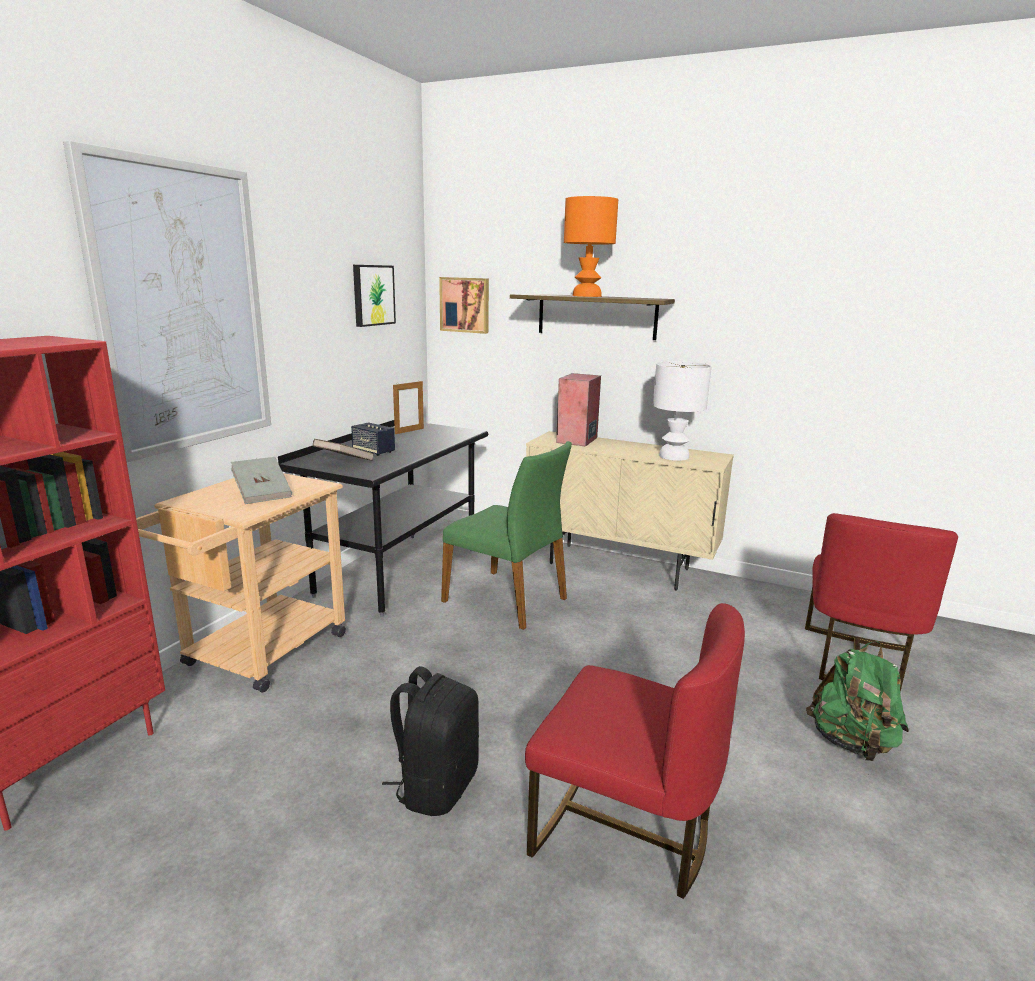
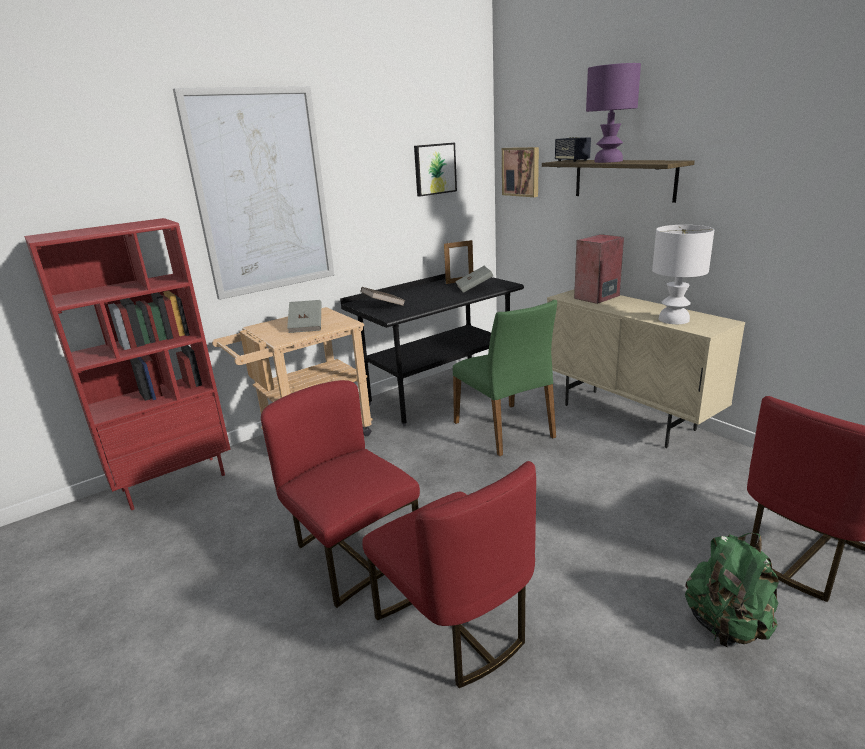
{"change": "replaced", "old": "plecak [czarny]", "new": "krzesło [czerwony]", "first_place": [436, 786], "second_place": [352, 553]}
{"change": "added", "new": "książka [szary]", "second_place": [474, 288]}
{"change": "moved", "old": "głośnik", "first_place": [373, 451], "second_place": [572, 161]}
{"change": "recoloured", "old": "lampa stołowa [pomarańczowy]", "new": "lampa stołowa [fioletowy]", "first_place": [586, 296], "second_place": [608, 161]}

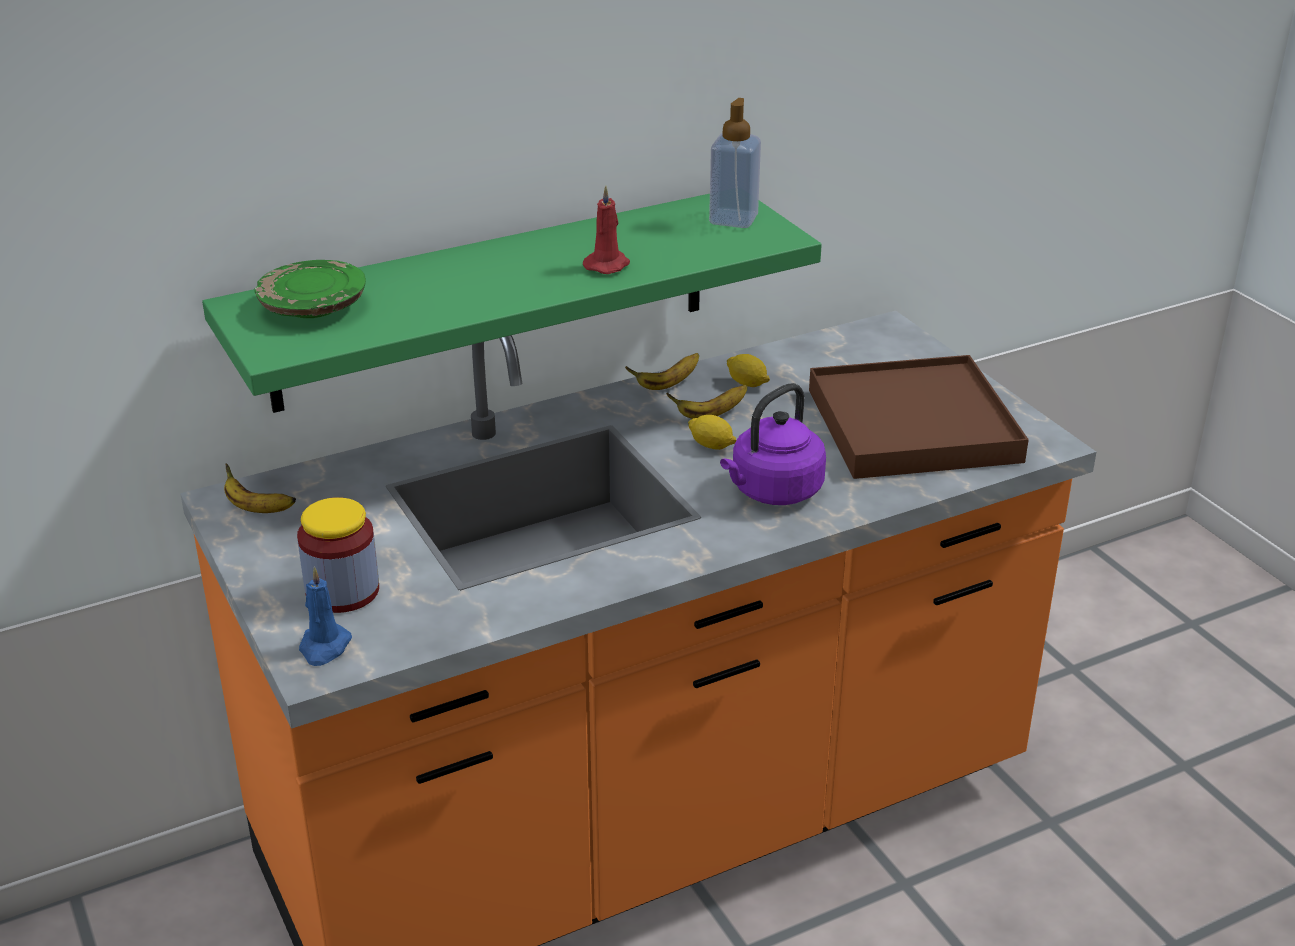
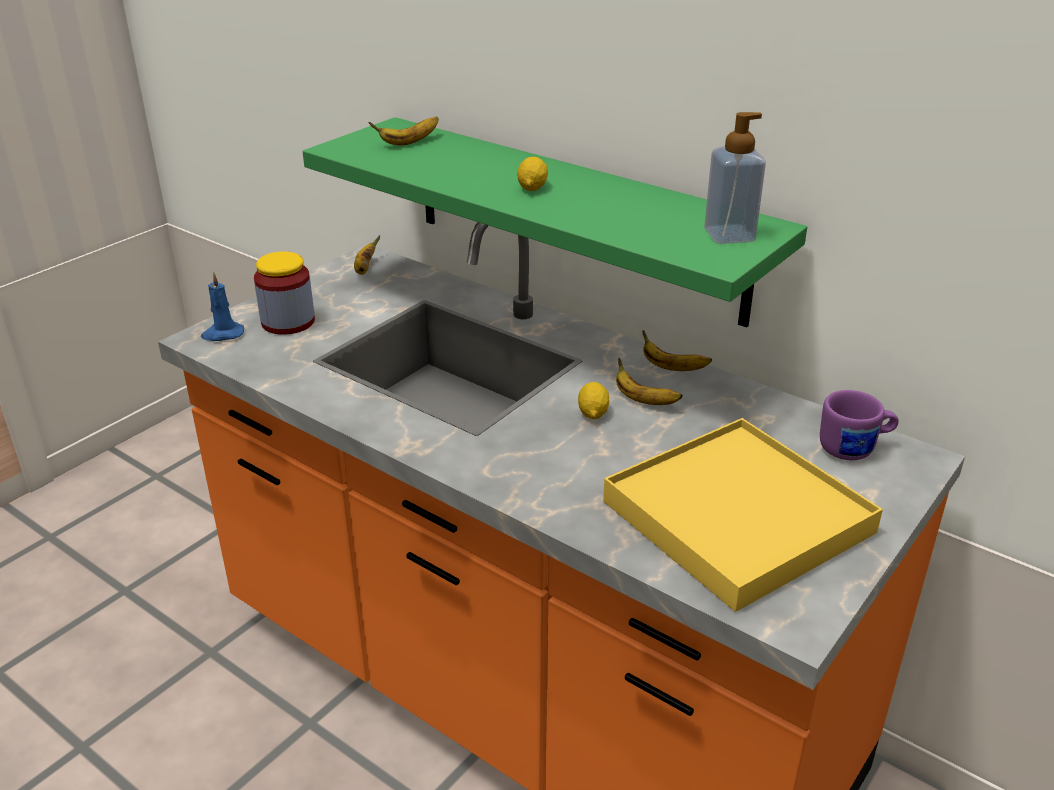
{"change": "replaced", "old": "talerz [zielony]", "new": "banan", "first_place": [313, 307], "second_place": [409, 142]}
{"change": "moved", "old": "cytryna", "first_place": [747, 383], "second_place": [532, 187]}
{"change": "recoloured", "old": "taca [brązowy]", "new": "taca [żółty]", "first_place": [912, 426], "second_place": [736, 517]}
{"change": "added", "new": "kubek [fioletowy]", "second_place": [855, 449]}
{"change": "removed", "old": "świeca [czerwony]", "first_place": [608, 265]}
{"change": "removed", "old": "czajnik [fioletowy]", "first_place": [773, 492]}

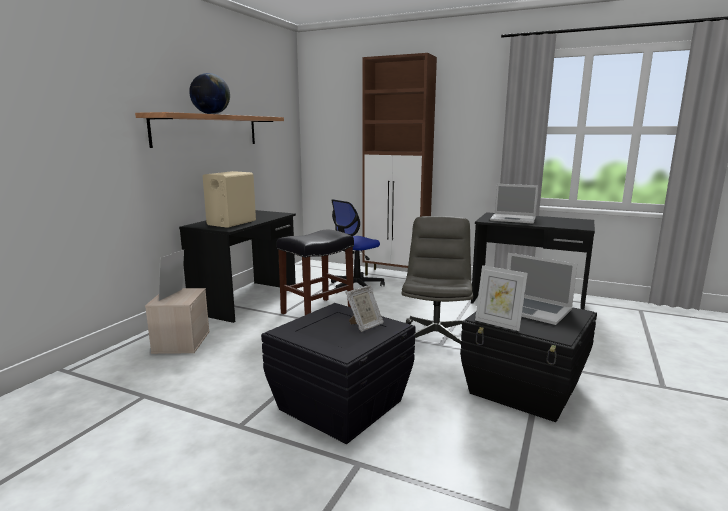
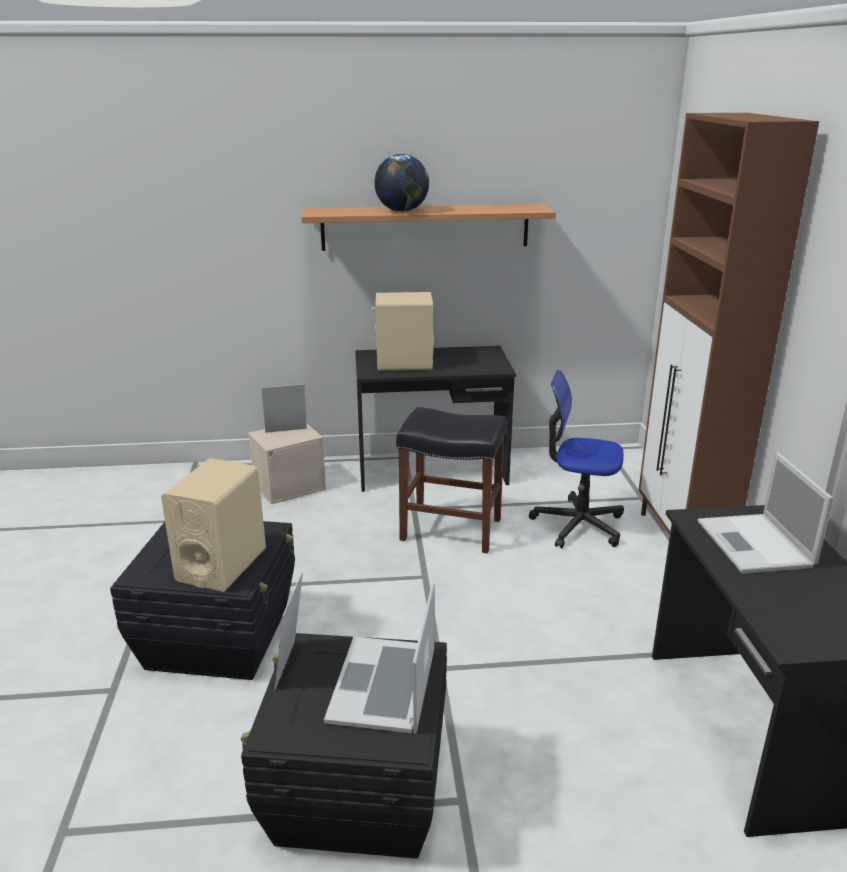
{"change": "replaced", "old": "ramka na zdjęcie", "new": "głośnik [beżowy]", "first_place": [364, 325], "second_place": [222, 564]}
{"change": "removed", "old": "krzesło biurowe [szary]", "first_place": [435, 337]}

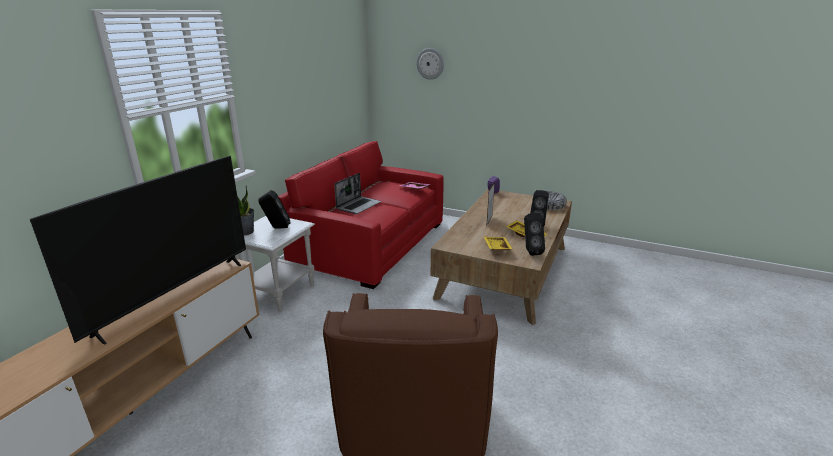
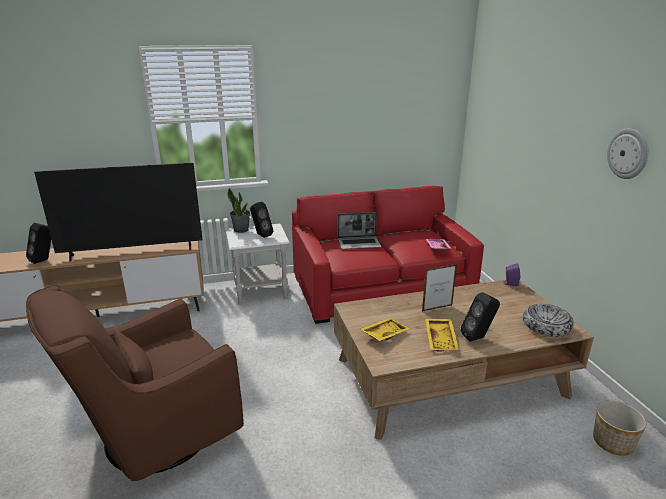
{"change": "moved", "old": "głośnik [czarny]", "first_place": [530, 251], "second_place": [44, 260]}
{"change": "added", "new": "donica", "second_place": [612, 442]}
{"change": "moved", "old": "zegar ścienny", "first_place": [430, 63], "second_place": [628, 153]}

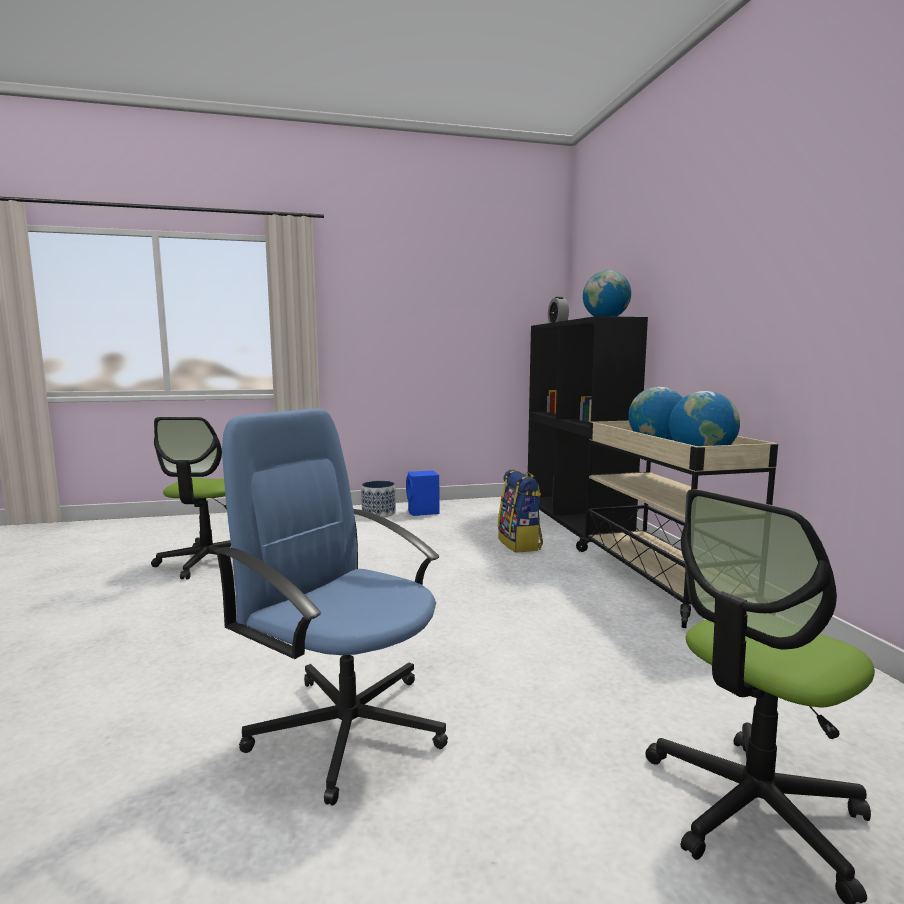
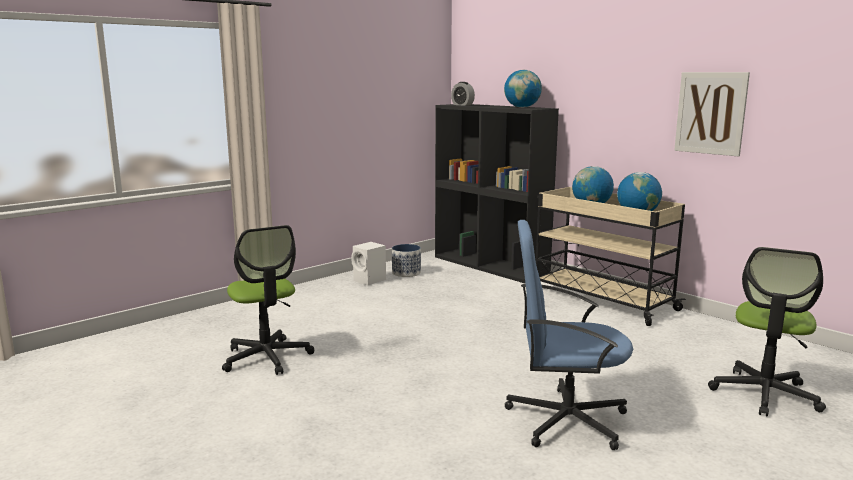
{"change": "recoloured", "old": "głośnik [niebieski]", "new": "głośnik [biały]", "first_place": [423, 512], "second_place": [370, 280]}
{"change": "moved", "old": "donica", "first_place": [378, 513], "second_place": [406, 273]}
{"change": "added", "new": "obraz", "second_place": [710, 113]}
{"change": "removed", "old": "plecak", "first_place": [520, 544]}

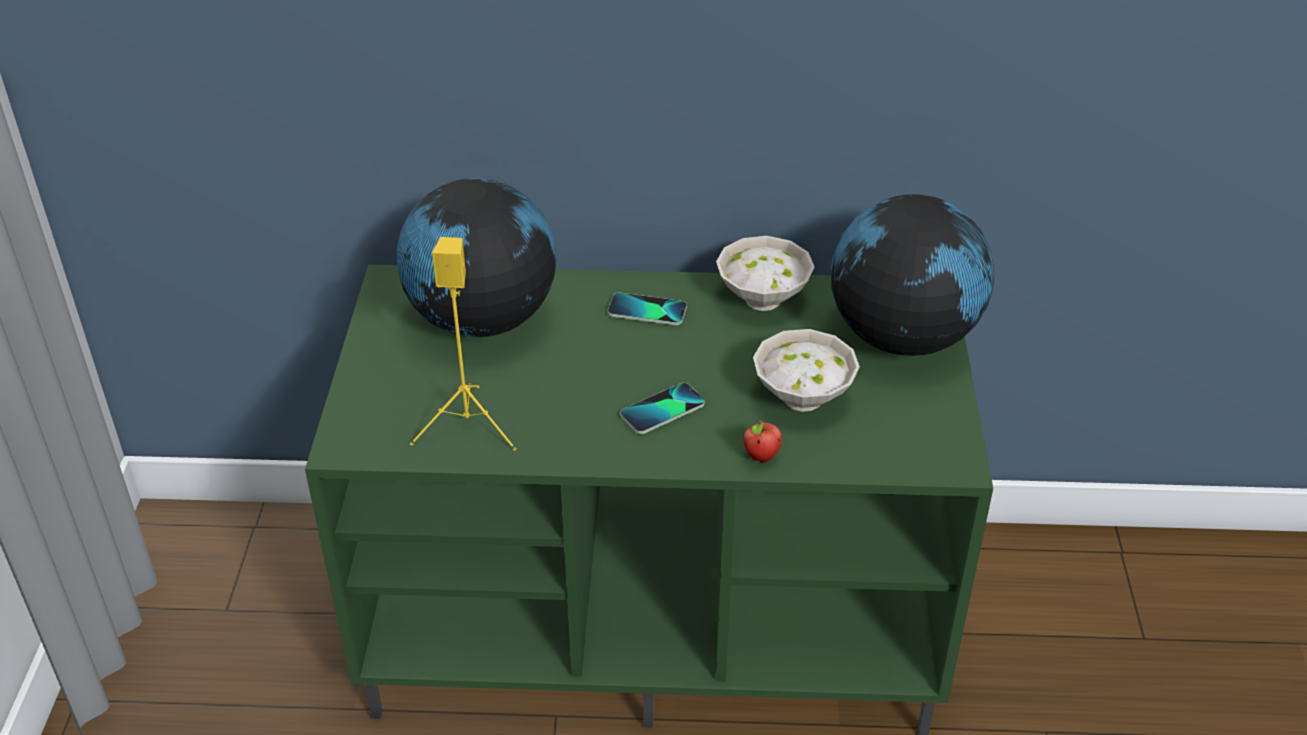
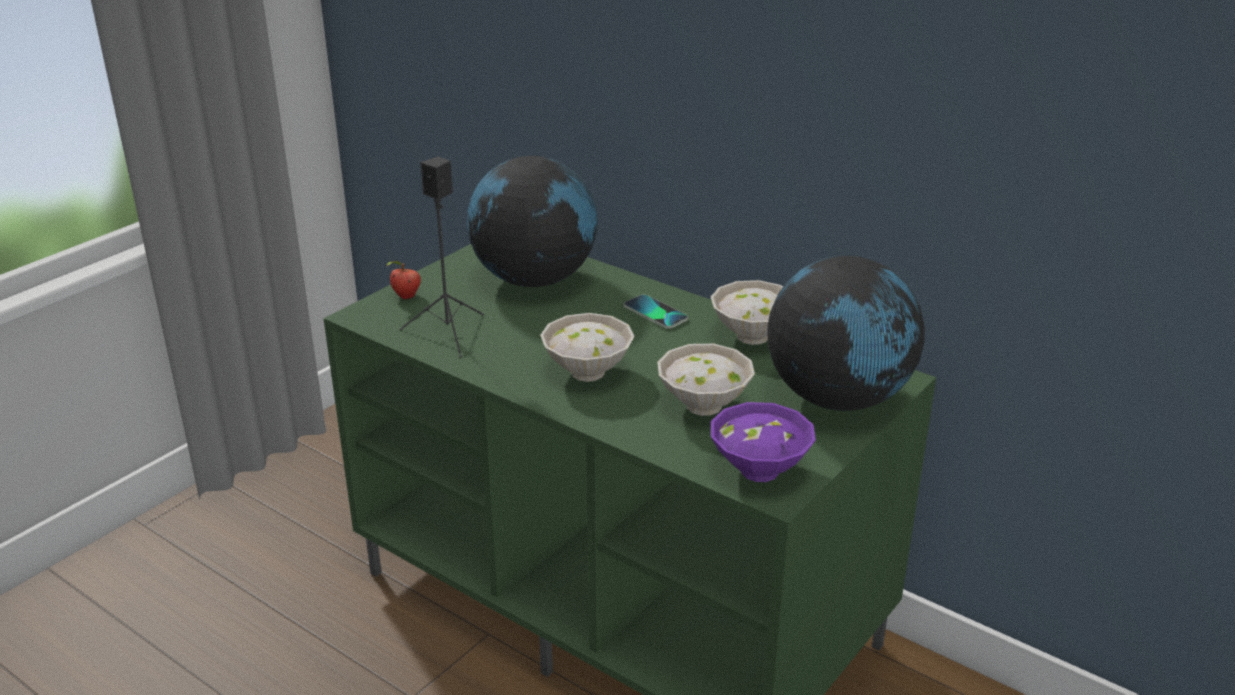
{"change": "moved", "old": "jabłko", "first_place": [761, 458], "second_place": [405, 297]}
{"change": "recoloured", "old": "głośnik [żółty]", "new": "głośnik [czarny]", "first_place": [469, 426], "second_place": [449, 333]}
{"change": "replaced", "old": "telefon", "new": "miska [biały]", "first_place": [662, 410], "second_place": [589, 373]}
{"change": "added", "new": "miska [fioletowy]", "second_place": [762, 471]}

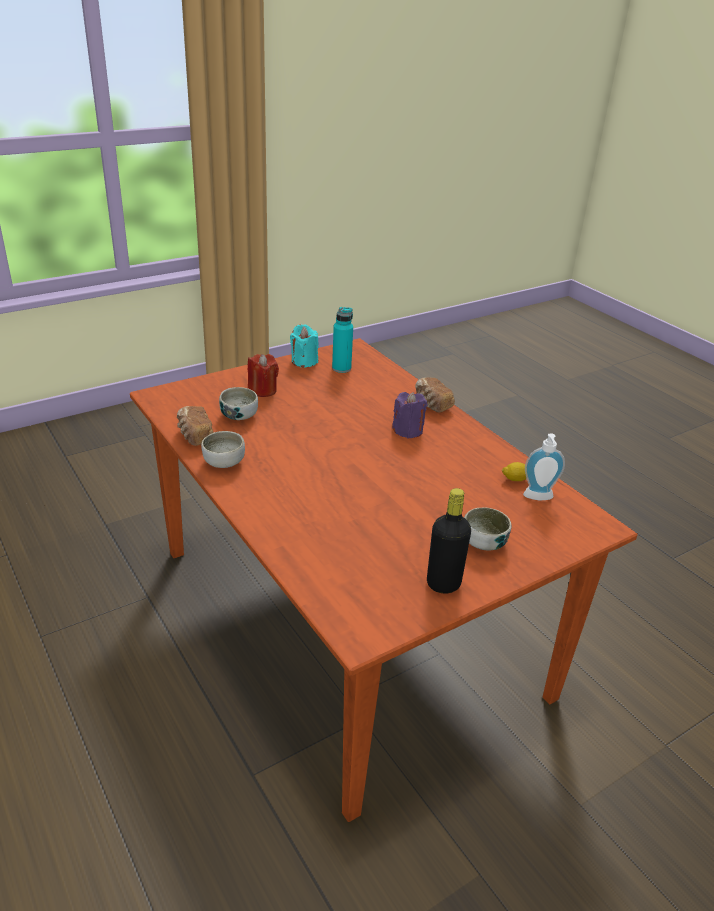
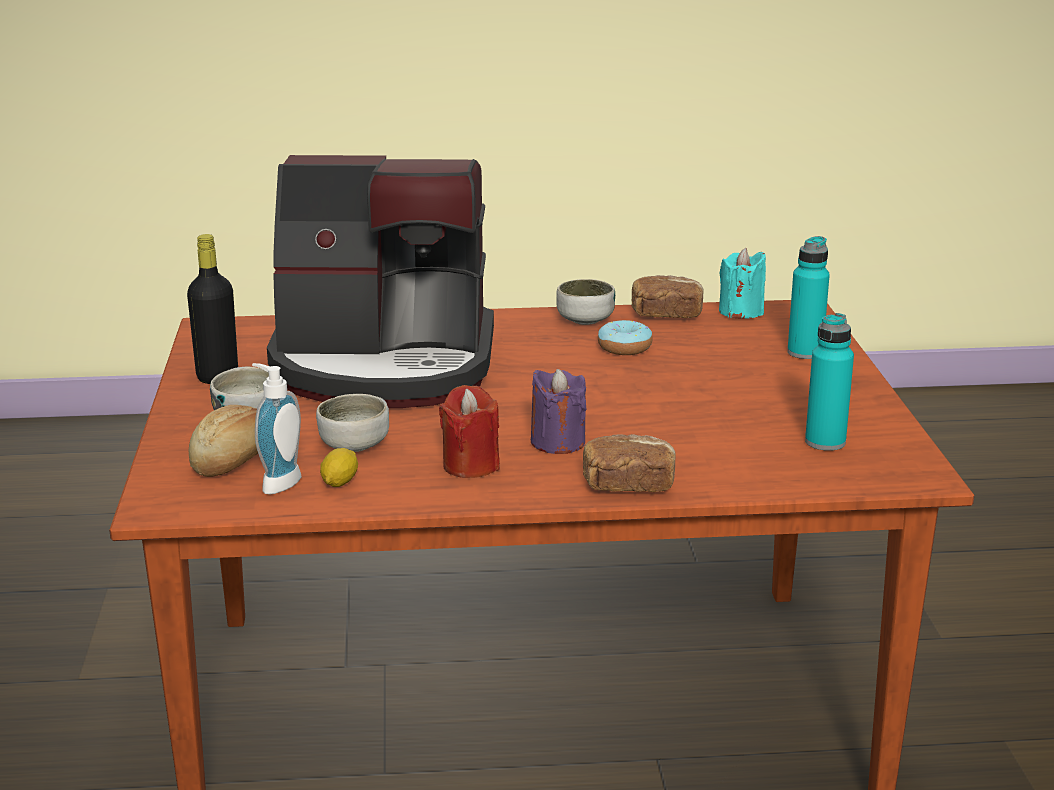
{"change": "added", "new": "chleb", "second_place": [234, 460]}
{"change": "added", "new": "ekspres do kawy", "second_place": [385, 366]}
{"change": "moved", "old": "miska", "first_place": [239, 415], "second_place": [354, 445]}
{"change": "moved", "old": "świeca [czerwony]", "first_place": [262, 390], "second_place": [471, 465]}
{"change": "added", "new": "donut", "second_place": [624, 348]}
{"change": "moved", "old": "świeca [turkusowy]", "first_place": [304, 361], "second_place": [741, 312]}
{"change": "added", "new": "butelka [turkusowy]", "second_place": [805, 352]}

